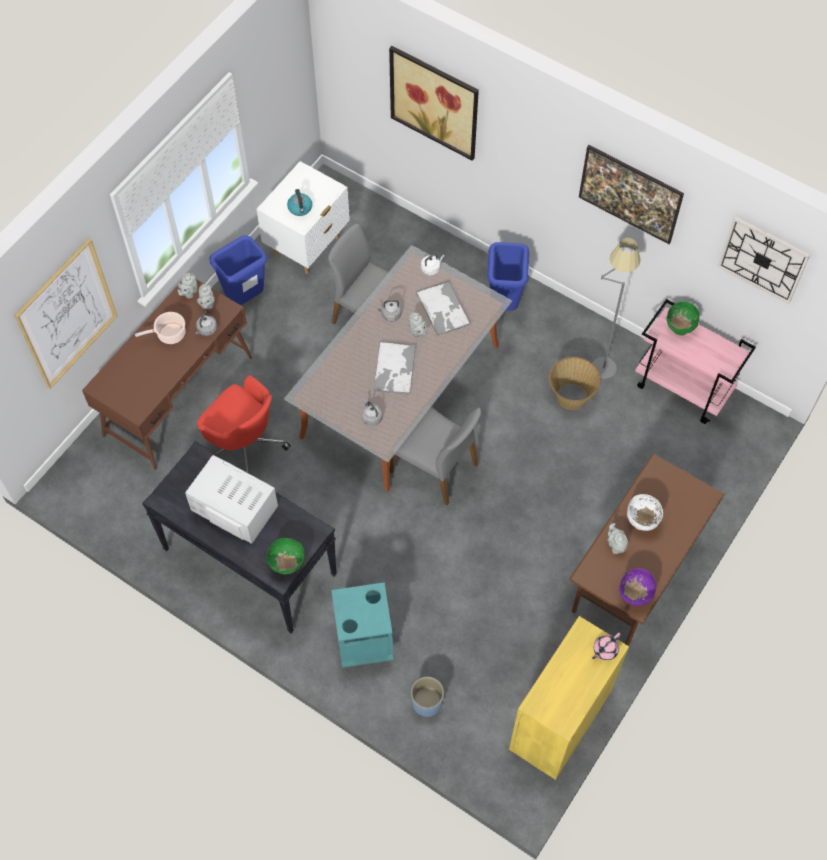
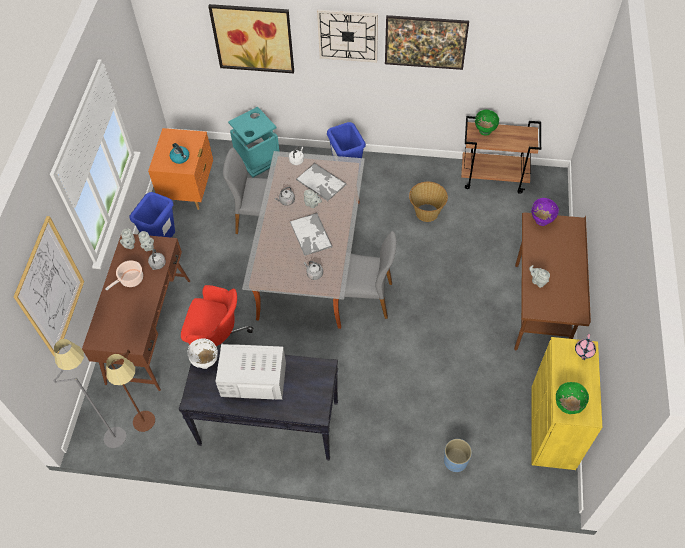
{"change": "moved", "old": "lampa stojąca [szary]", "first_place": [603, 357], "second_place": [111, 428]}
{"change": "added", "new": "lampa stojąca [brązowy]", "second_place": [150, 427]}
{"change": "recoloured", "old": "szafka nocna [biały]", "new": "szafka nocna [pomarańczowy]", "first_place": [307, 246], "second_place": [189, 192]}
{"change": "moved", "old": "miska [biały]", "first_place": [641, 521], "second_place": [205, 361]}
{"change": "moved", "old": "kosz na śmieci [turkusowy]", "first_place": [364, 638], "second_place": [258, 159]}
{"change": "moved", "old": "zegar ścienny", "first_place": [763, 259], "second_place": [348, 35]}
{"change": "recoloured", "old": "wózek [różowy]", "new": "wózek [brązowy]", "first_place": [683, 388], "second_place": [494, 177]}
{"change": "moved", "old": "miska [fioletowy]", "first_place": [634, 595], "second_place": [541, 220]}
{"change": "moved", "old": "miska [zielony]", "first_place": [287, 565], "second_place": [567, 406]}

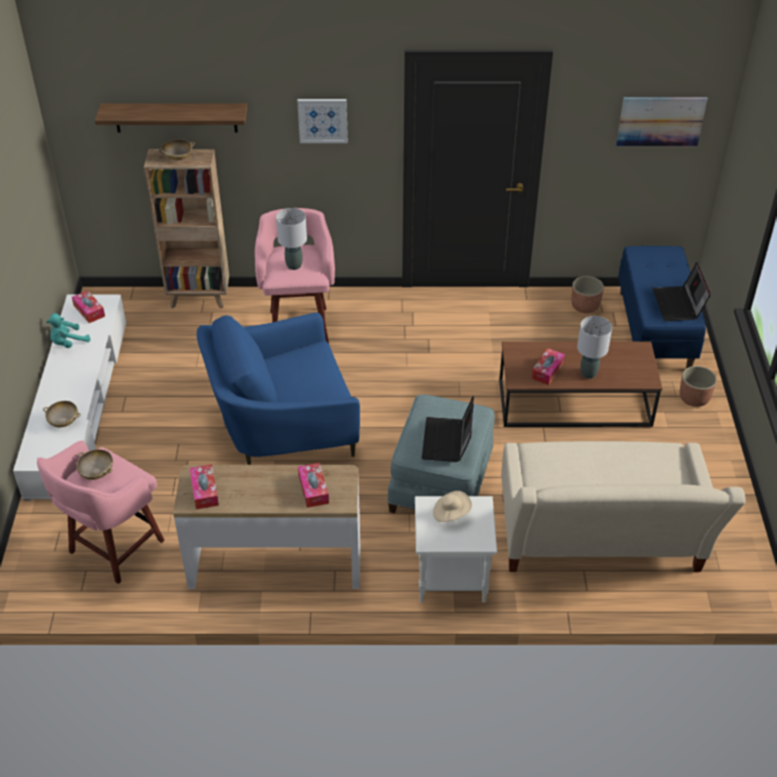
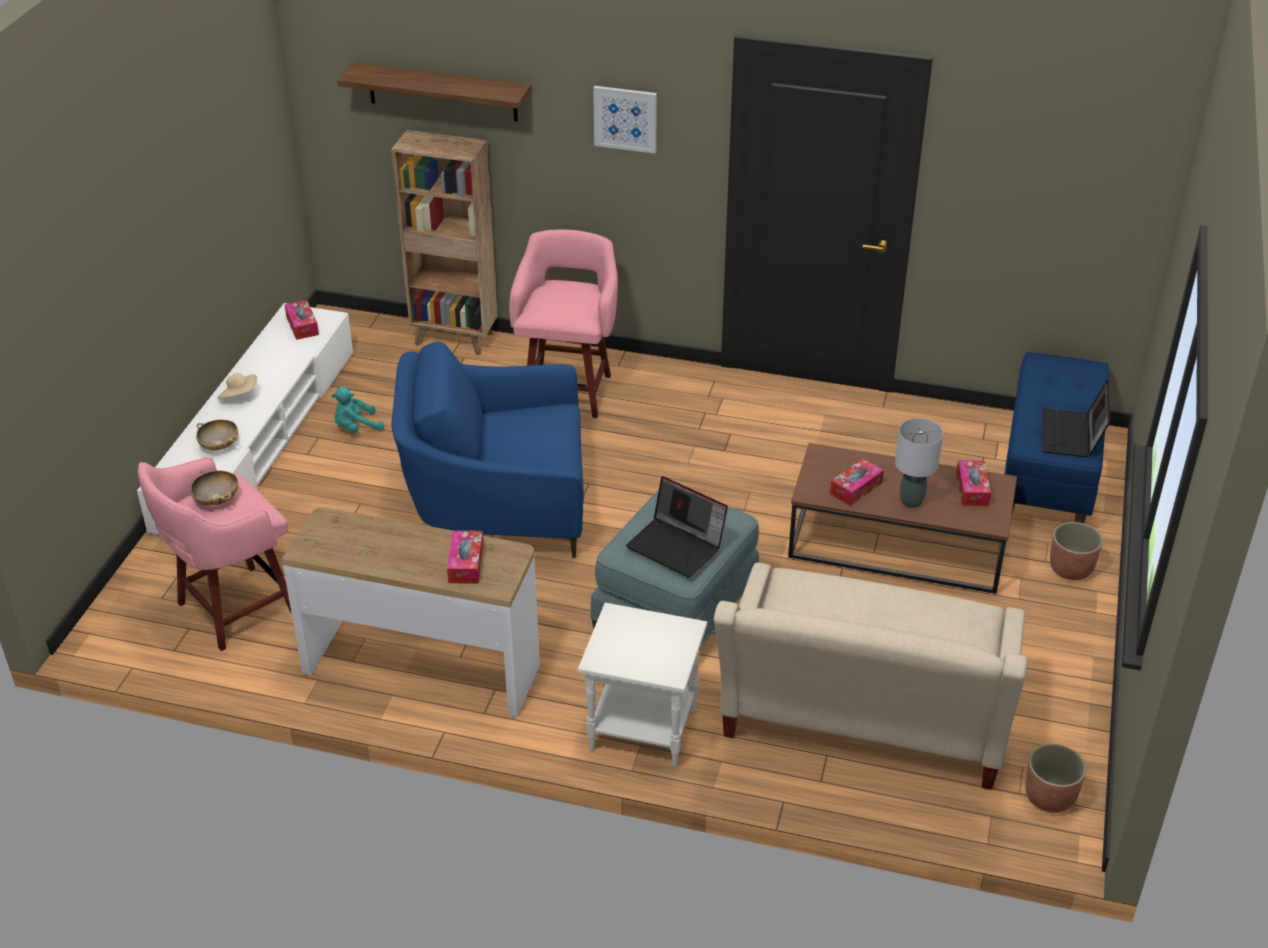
{"change": "moved", "old": "kapelusz [beżowy]", "first_place": [451, 513], "second_place": [239, 396]}
{"change": "moved", "old": "pluszak [turkusowy]", "first_place": [68, 343], "second_place": [356, 428]}
{"change": "turned", "old": "laptop", "first_place": [448, 441], "second_place": [677, 546], "degrees": -75}
{"change": "moved", "old": "pudełko chusteczek", "first_place": [204, 491], "second_place": [972, 489]}
{"change": "moved", "old": "donica", "first_place": [584, 306], "second_place": [1049, 797]}
{"change": "removed", "old": "miska [beżowy]", "first_place": [178, 158]}
{"change": "removed", "old": "lampa stołowa [szary]", "first_place": [294, 265]}
{"change": "removed", "old": "obraz", "first_place": [660, 121]}

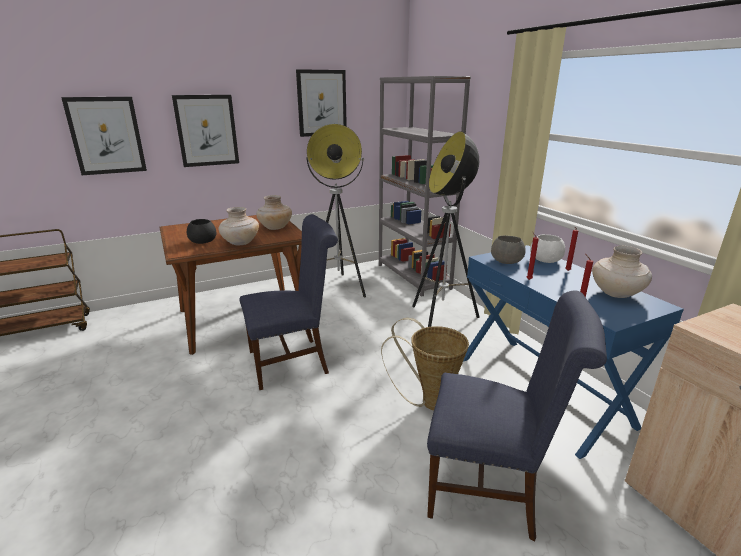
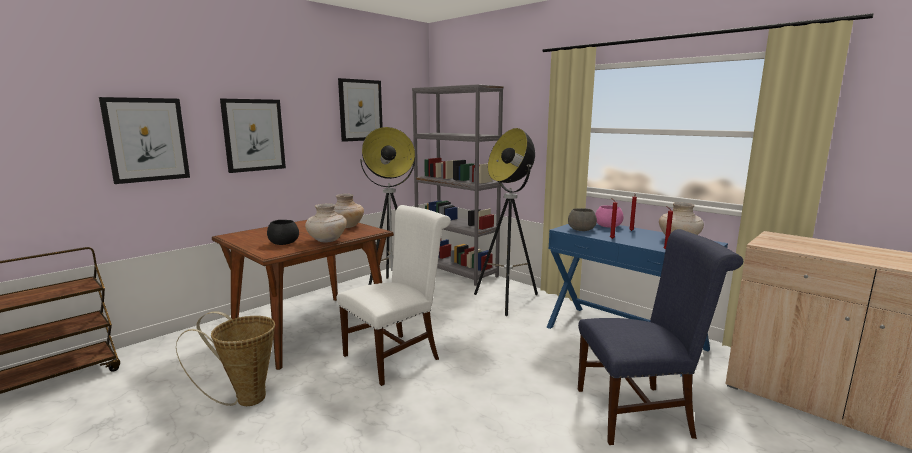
{"change": "moved", "old": "koszyk", "first_place": [428, 401], "second_place": [244, 399]}
{"change": "recoloured", "old": "krzesło [niebieski]", "new": "krzesło [biały]", "first_place": [293, 361], "second_place": [396, 355]}
{"change": "recoloured", "old": "miska [biały]", "new": "miska [różowy]", "first_place": [546, 260], "second_place": [608, 226]}

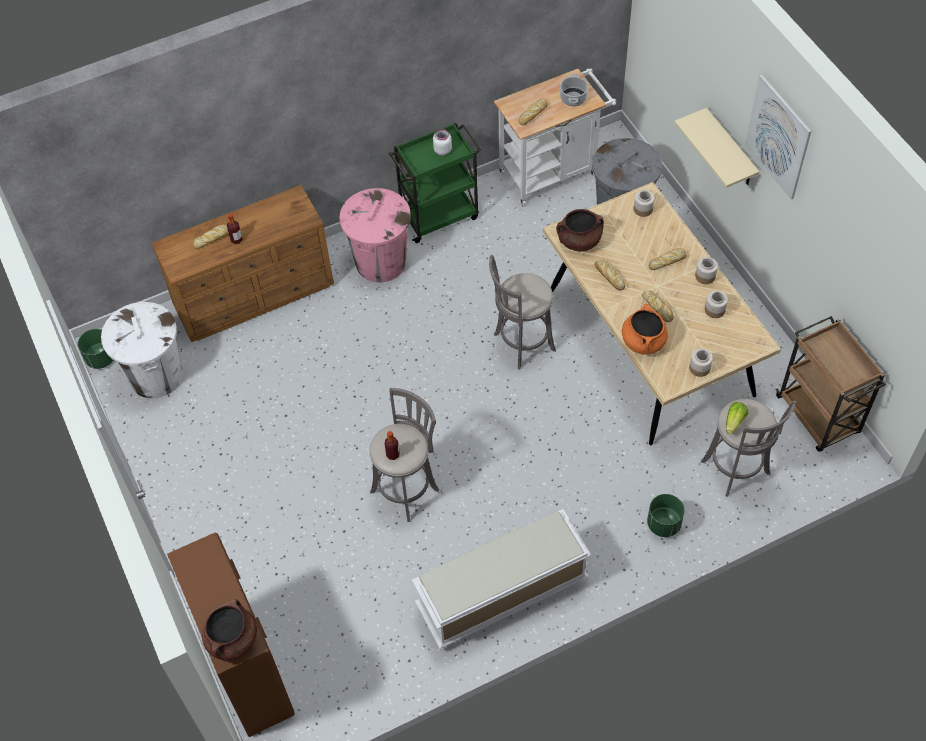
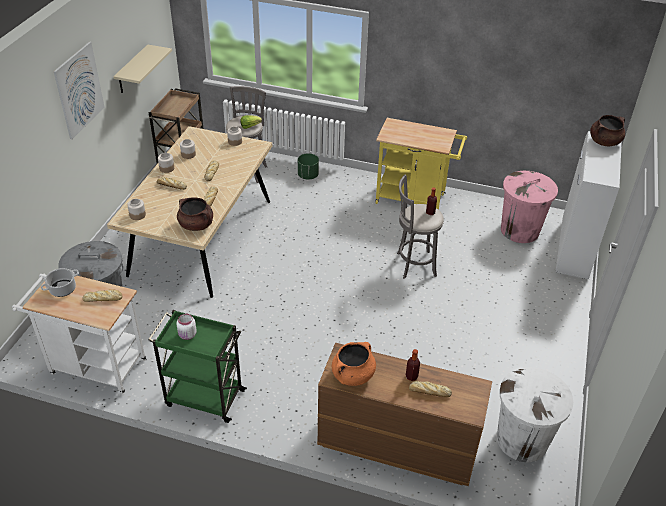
{"change": "moved", "old": "półka [beżowy]", "first_place": [730, 149], "second_place": [132, 70]}
{"change": "moved", "old": "garnek [pomarańczowy]", "first_place": [643, 341], "second_place": [353, 375]}
{"change": "replaced", "old": "ławka [biały]", "new": "wózek [żółty]", "first_place": [501, 595], "second_place": [415, 199]}
{"change": "moved", "old": "kosz na śmieci [różowy]", "first_place": [380, 262], "second_place": [520, 230]}
{"change": "recoloured", "old": "szafka [brązowy]", "new": "szafka [biały]", "first_place": [247, 669], "second_place": [574, 250]}
{"change": "removed", "old": "donica [zielony]", "first_place": [100, 358]}
{"change": "removed", "old": "stołek [szary]", "first_place": [521, 344]}

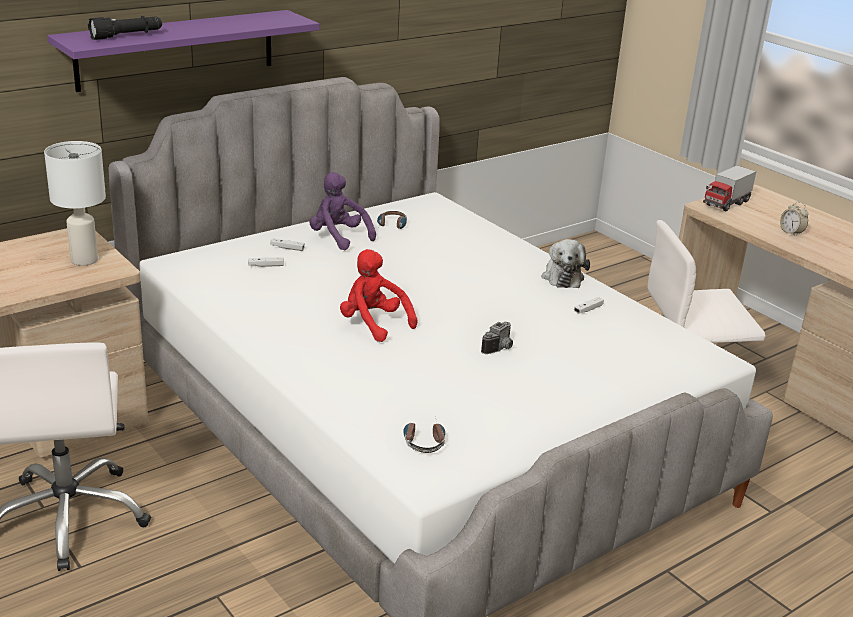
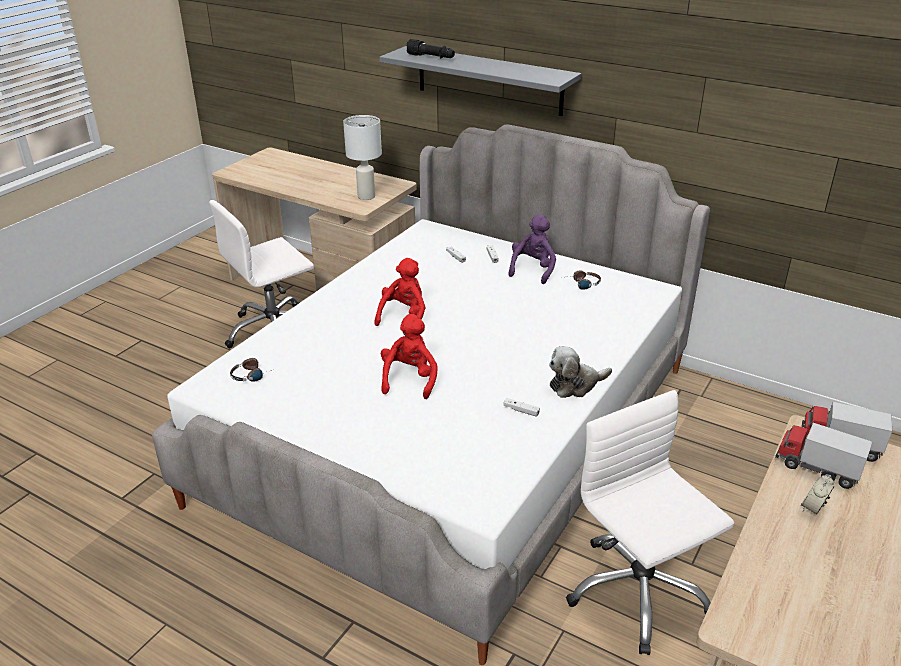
{"change": "recoloured", "old": "półka [fioletowy]", "new": "półka [szary]", "first_place": [176, 49], "second_place": [489, 80]}
{"change": "replaced", "old": "aparat fotograficzny", "new": "pluszak [czerwony]", "first_place": [500, 348], "second_place": [409, 379]}
{"change": "added", "new": "ciężarówka zabawkowa", "second_place": [817, 468]}

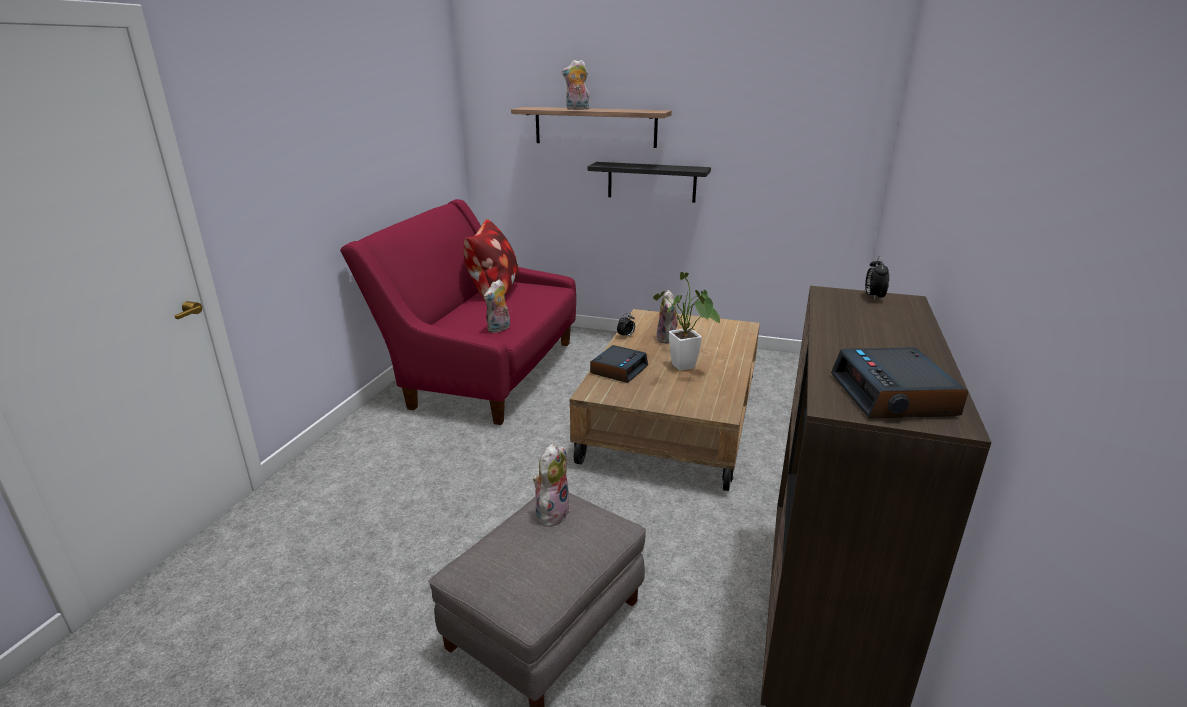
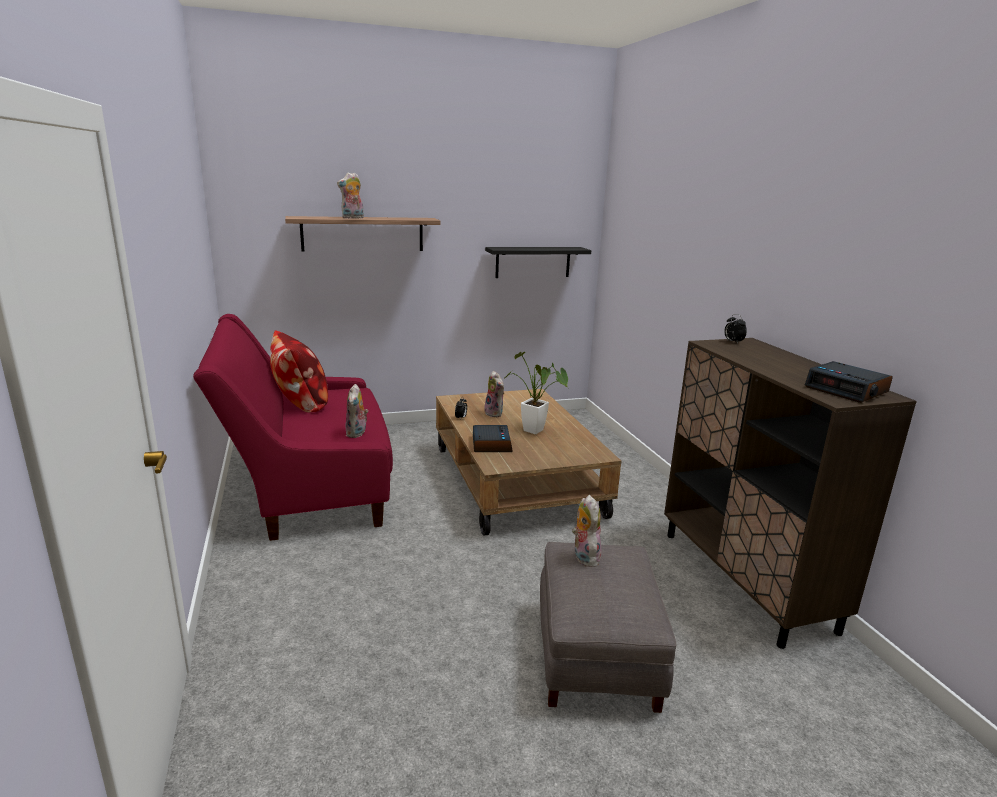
{"change": "moved", "old": "półka [czarny]", "first_place": [651, 182], "second_place": [533, 262]}

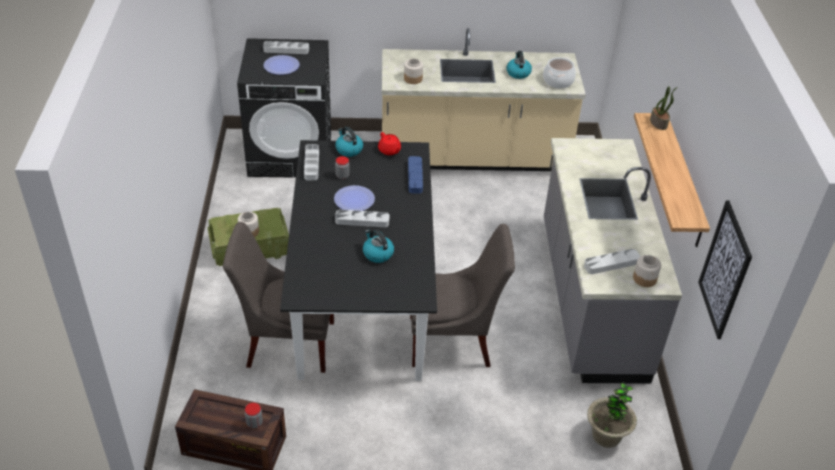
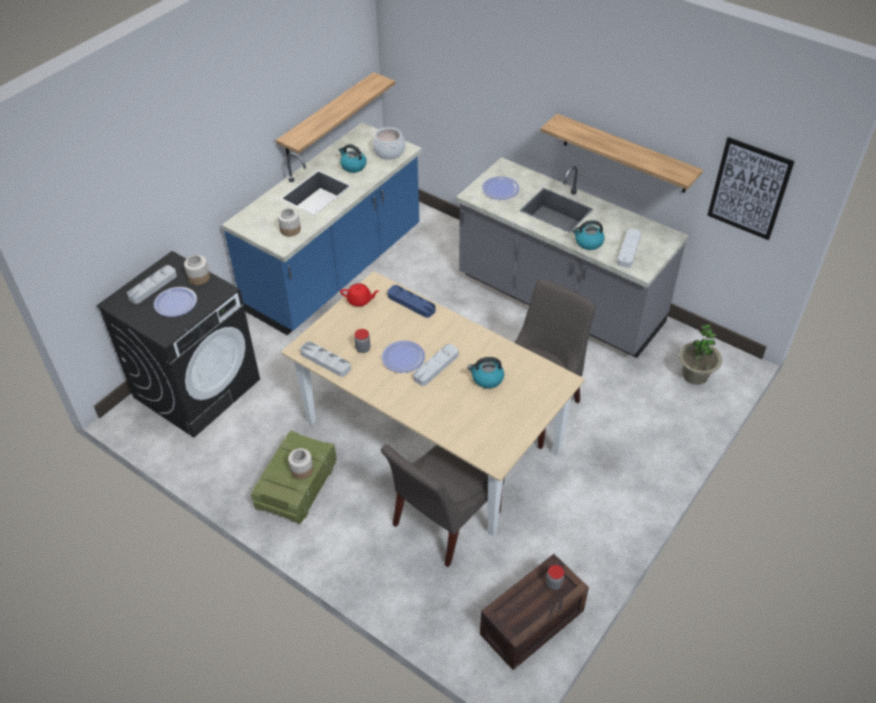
{"change": "moved", "old": "słoik", "first_place": [645, 278], "second_place": [199, 277]}
{"change": "recoloured", "old": "zabudowa kuchenna [beżowy]", "new": "zabudowa kuchenna [niebieski]", "first_place": [473, 157], "second_place": [336, 270]}
{"change": "added", "new": "półka", "second_place": [328, 117]}
{"change": "recoloured", "old": "stół jadalny [czarny]", "new": "stół jadalny [beżowy]", "first_place": [363, 295], "second_place": [433, 436]}
{"change": "added", "new": "talerz", "second_place": [500, 189]}
{"change": "moved", "old": "czajnik", "first_place": [348, 149], "second_place": [588, 242]}
{"change": "removed", "old": "roślina doniczkowa", "first_place": [659, 123]}

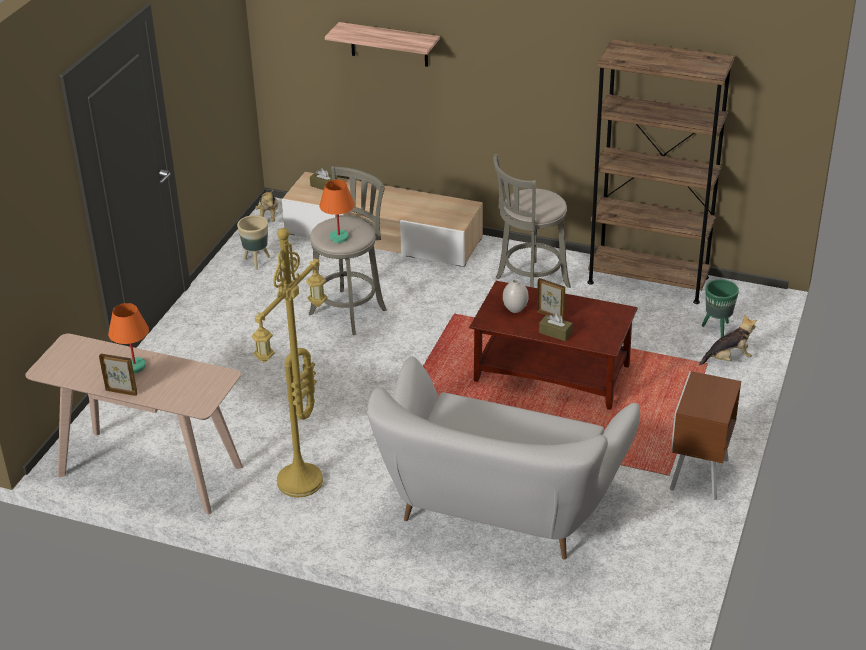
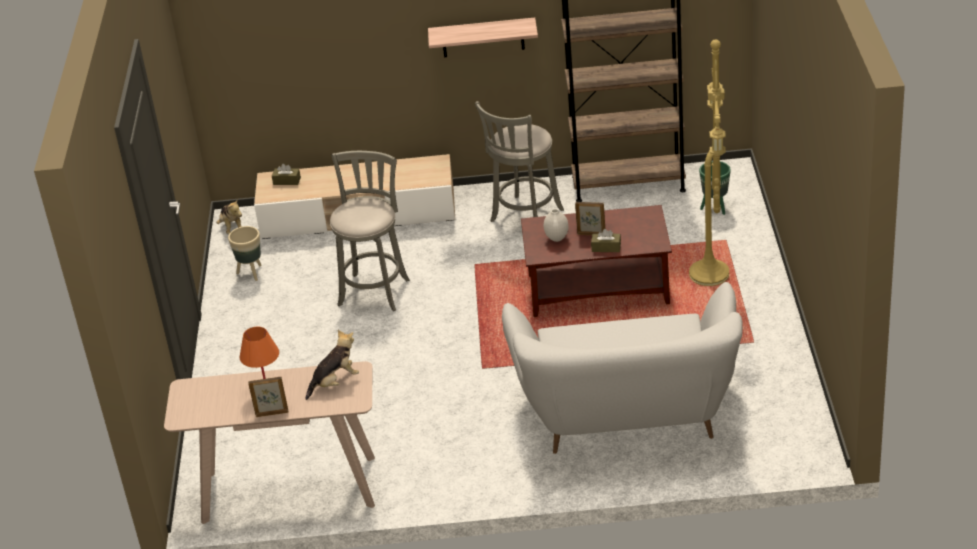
{"change": "moved", "old": "pluszak", "first_place": [728, 359], "second_place": [335, 382]}
{"change": "moved", "old": "półka", "first_place": [389, 44], "second_place": [483, 37]}
{"change": "moved", "old": "lampa stojąca [żółty]", "first_place": [301, 483], "second_place": [712, 275]}
{"change": "removed", "old": "lampa stołowa [pomarańczowy]", "first_place": [339, 237]}
{"change": "removed", "old": "szafka nocna [brązowy]", "first_place": [697, 476]}

